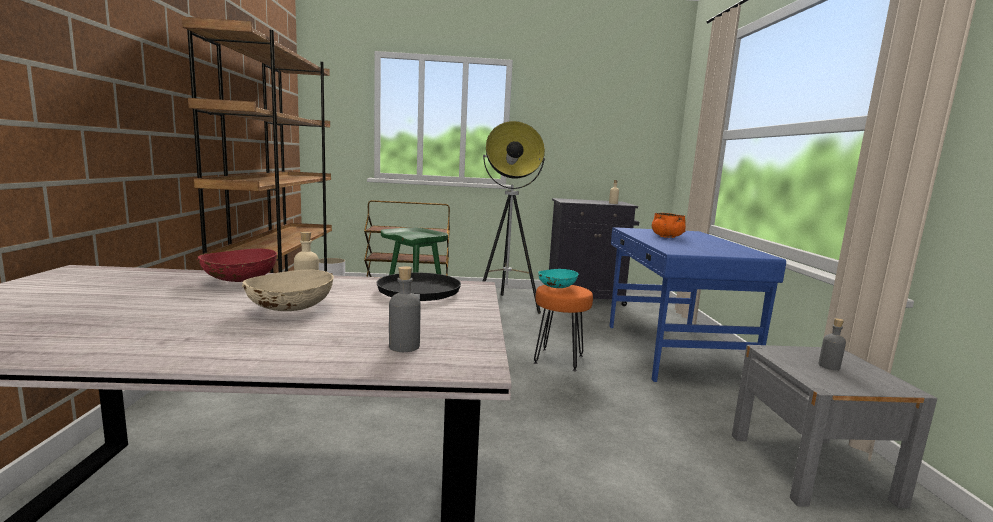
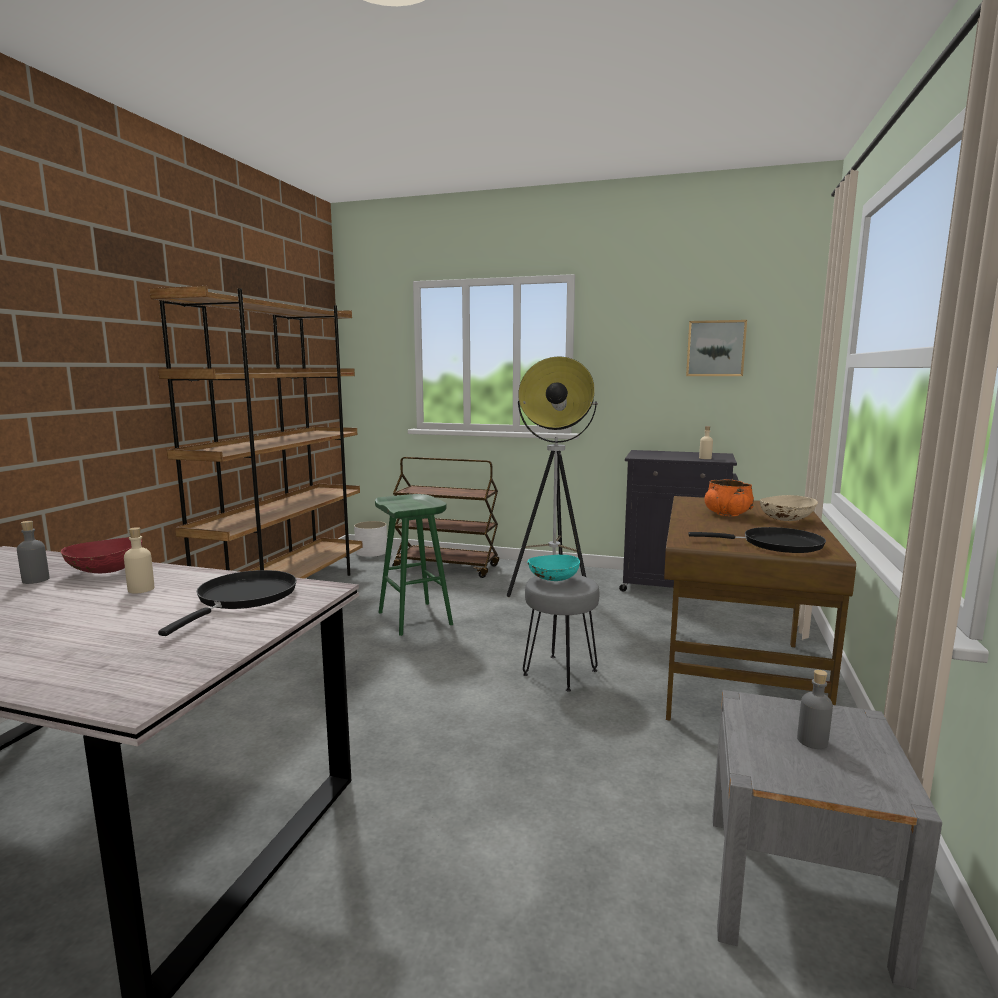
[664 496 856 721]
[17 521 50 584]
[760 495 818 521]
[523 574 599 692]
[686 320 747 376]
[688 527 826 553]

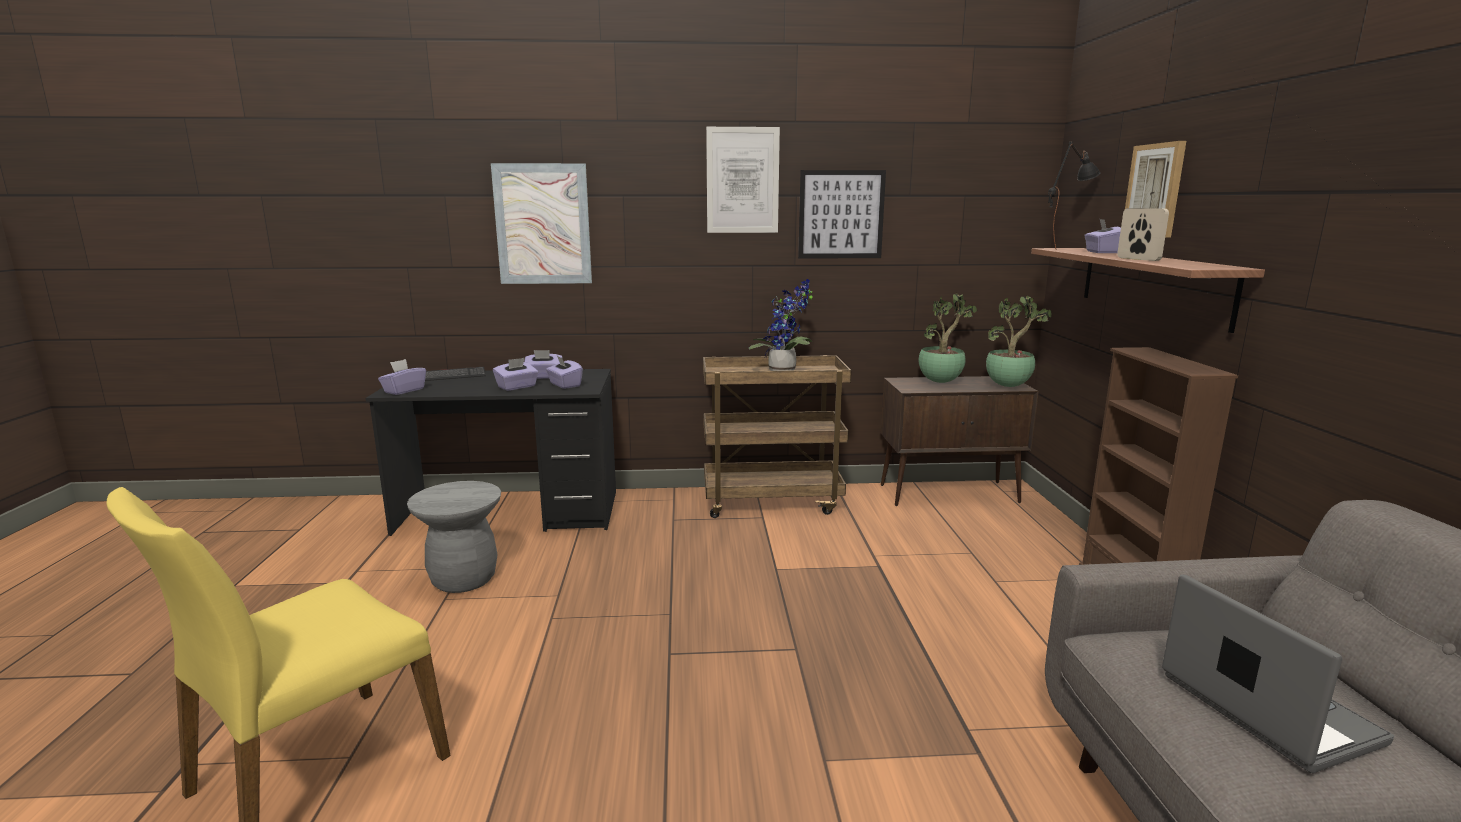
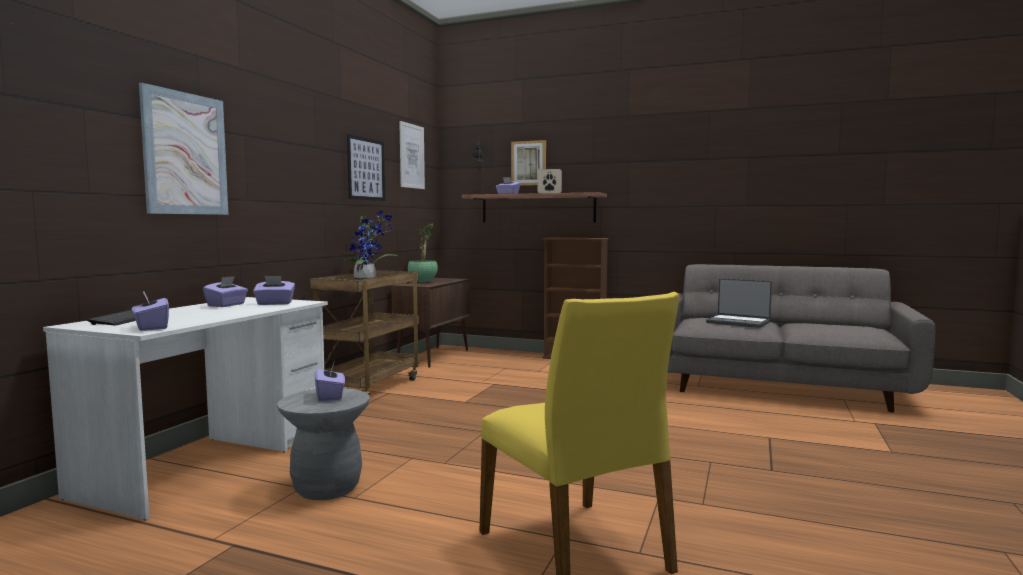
[399 121 425 189]
[986 295 1052 387] (first image)
[315 363 345 401]
[43 297 328 520]
[706 278 772 328]

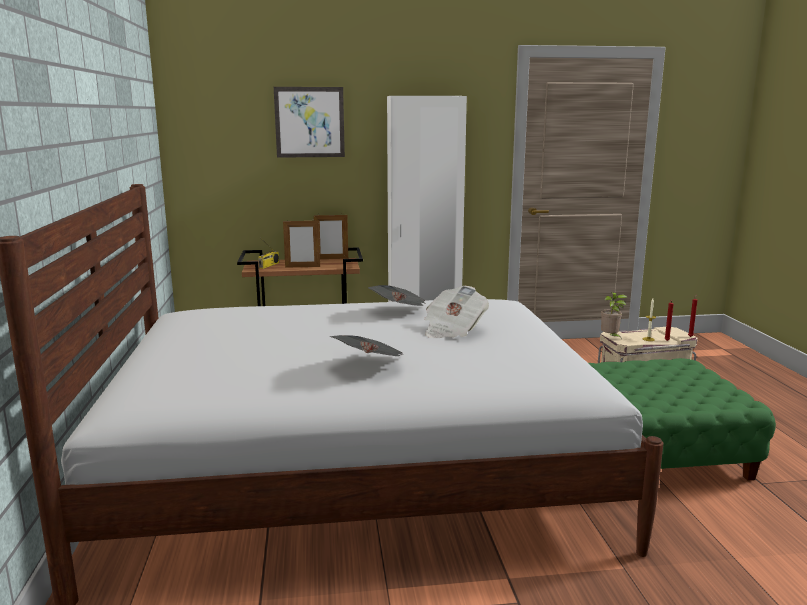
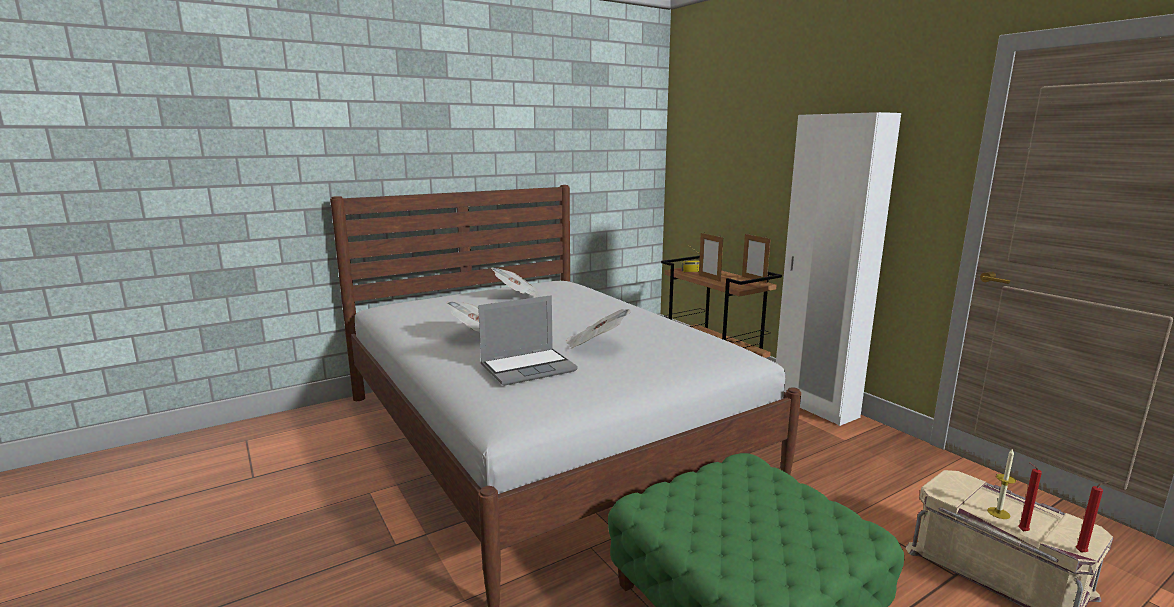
[274 87 345 158] (first image)
[491 268 540 297]
[601 292 627 339] (first image)
[478 295 578 386]

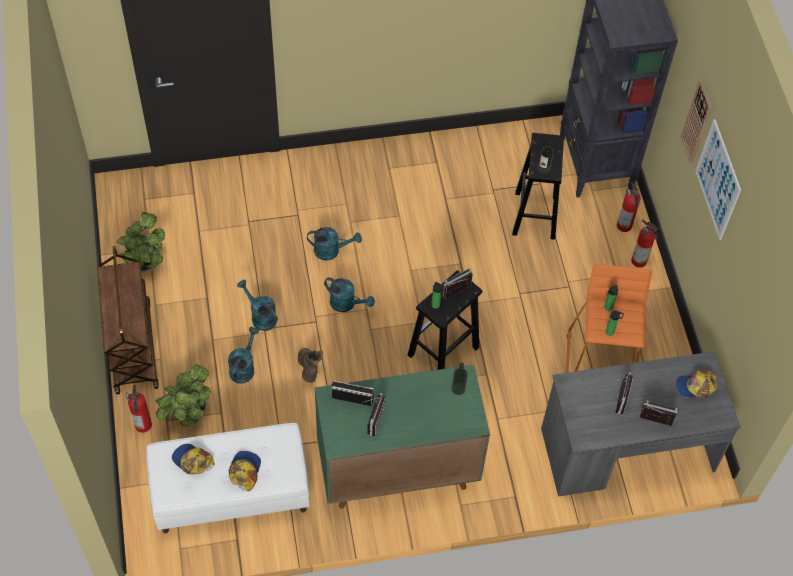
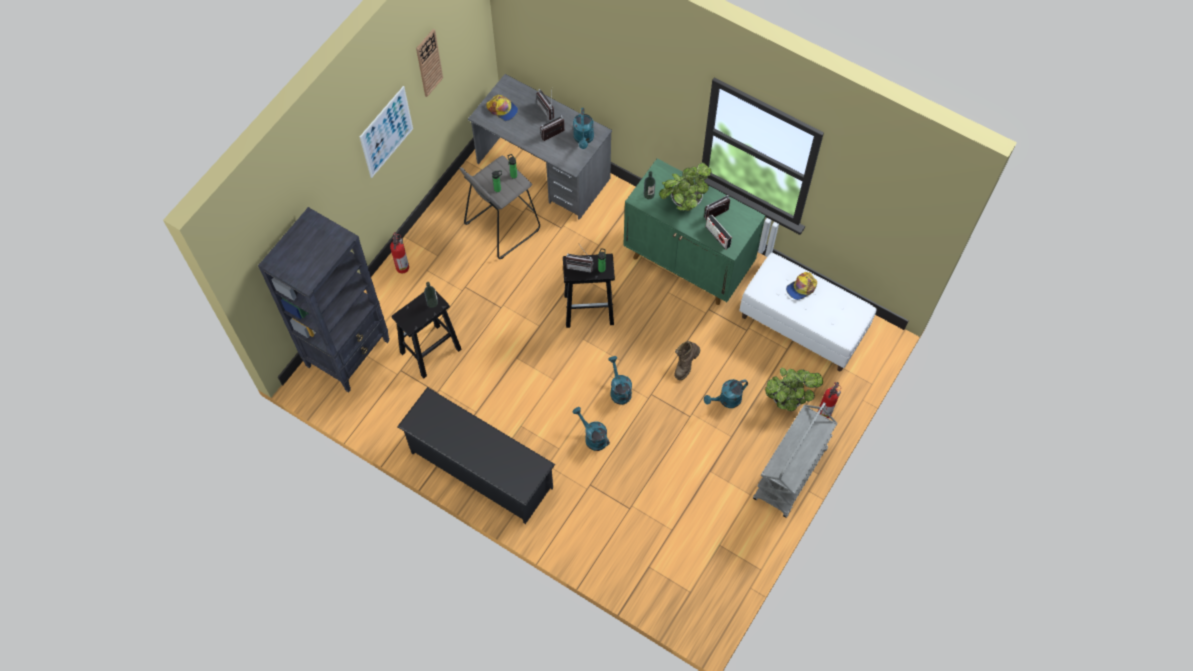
[416 29 443 97]
[617 182 640 232] (first image)
[659 163 712 211]
[753 402 837 518]
[460 155 540 259]
[573 108 594 149]
[172 444 215 475] (first image)
[397 387 555 524]

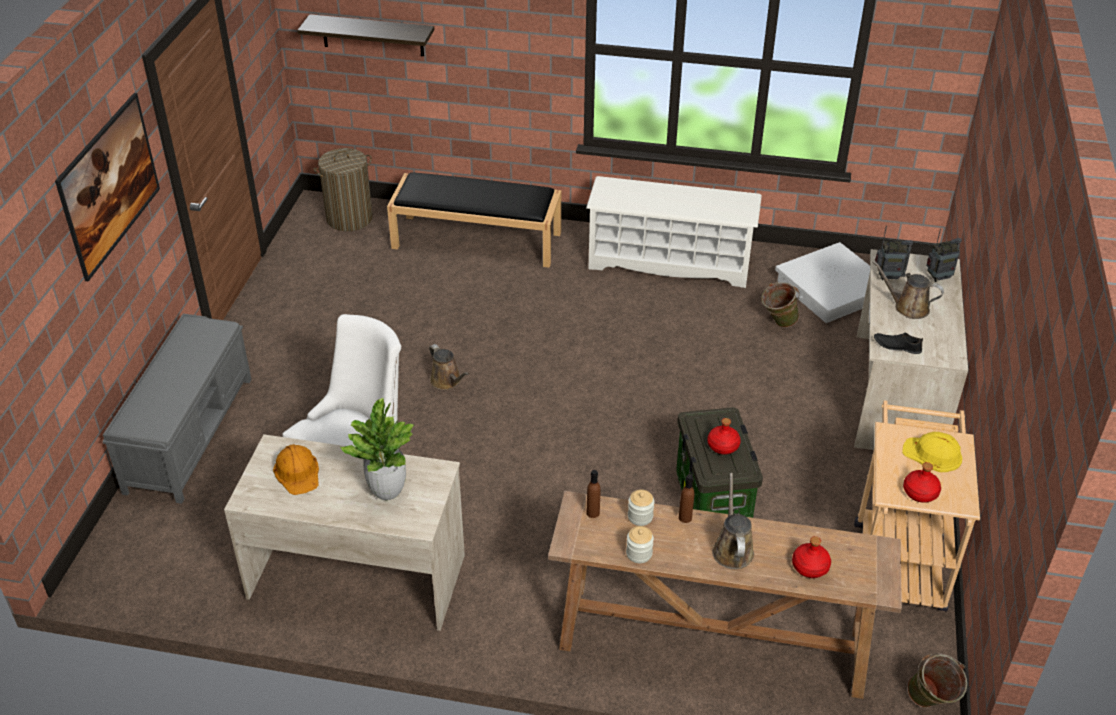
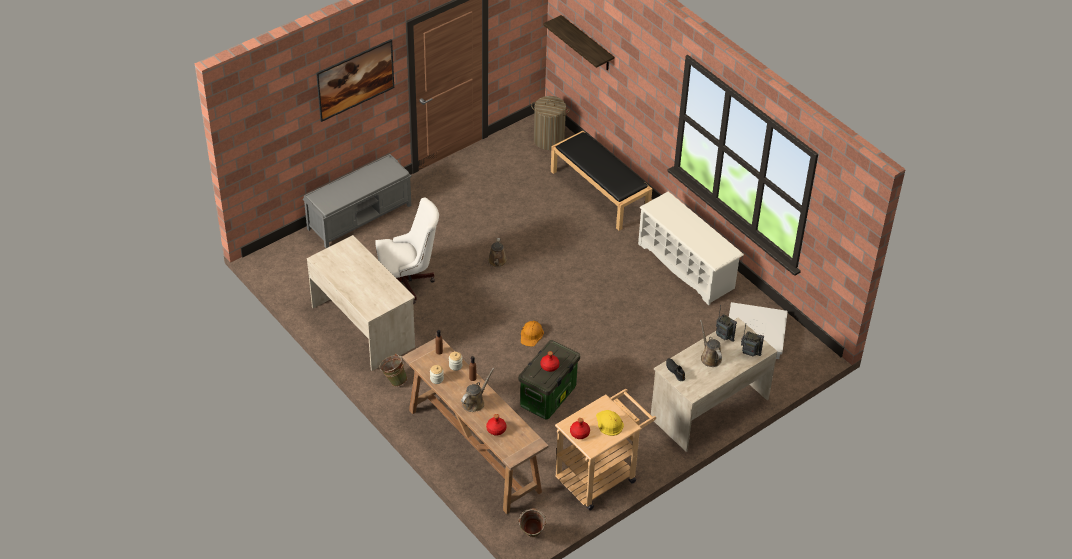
[379 354 407 387]
[340 398 414 500] (first image)
[521 321 544 347]

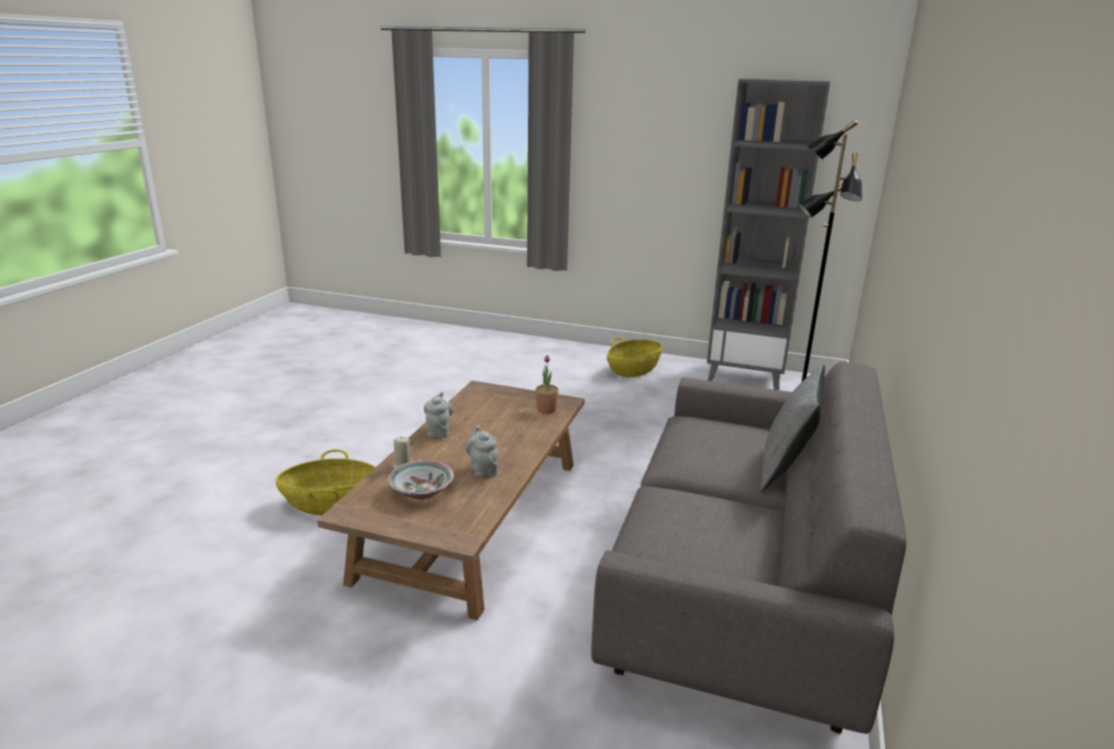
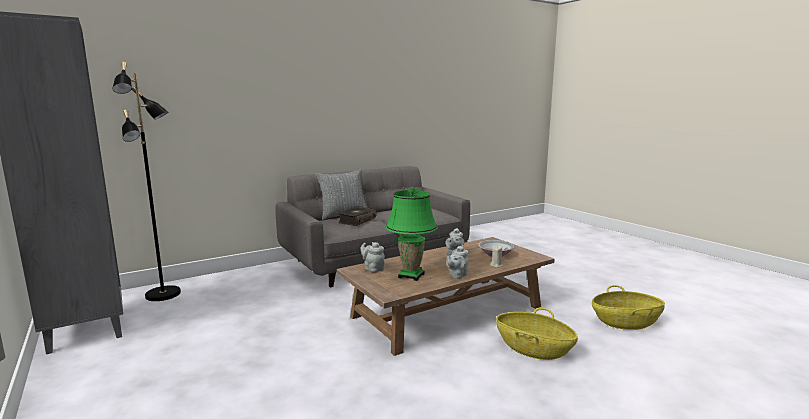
[592 285 665 330]
[360 242 385 272]
[386 187 438 281]
[338 206 376 226]

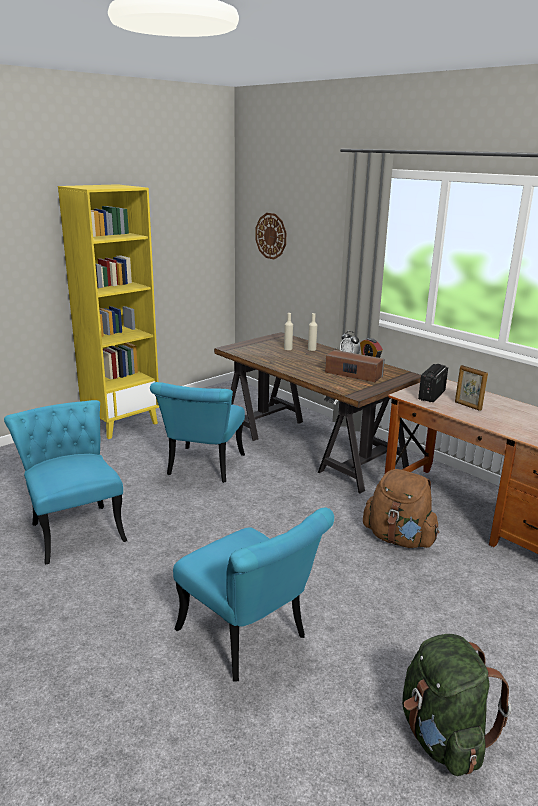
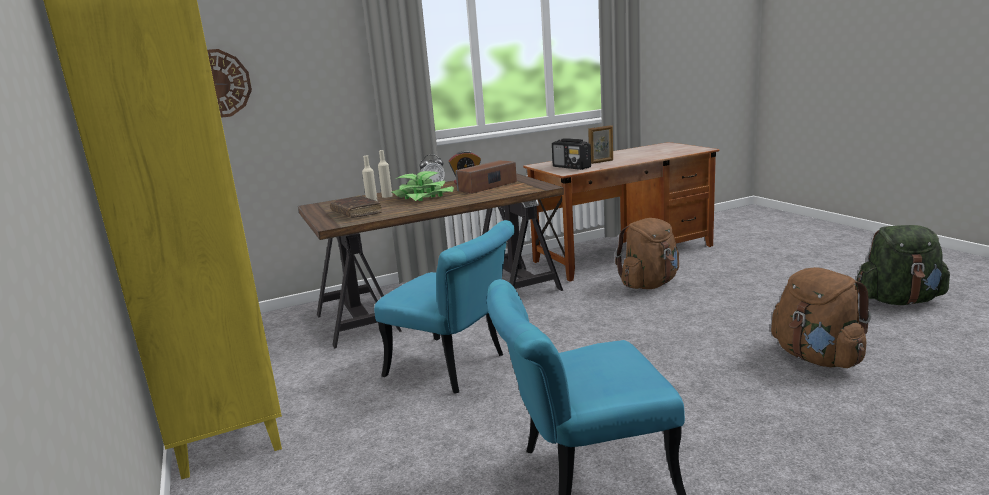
[771 267 871 368]
[392 171 454 201]
[330 196 382 218]

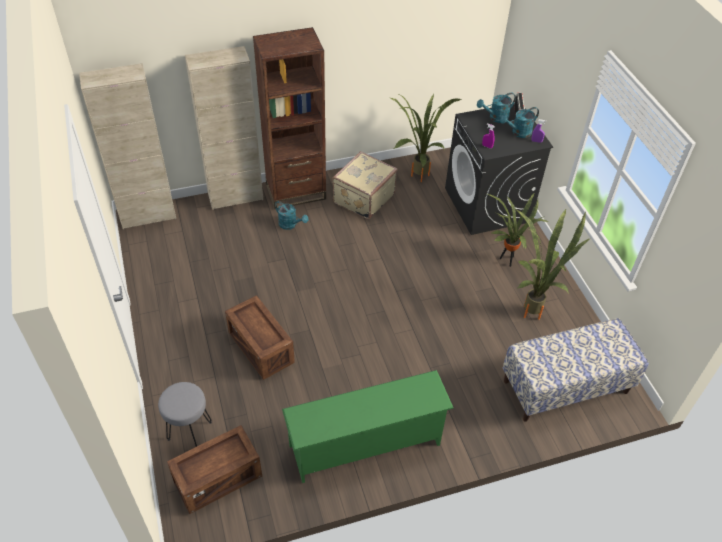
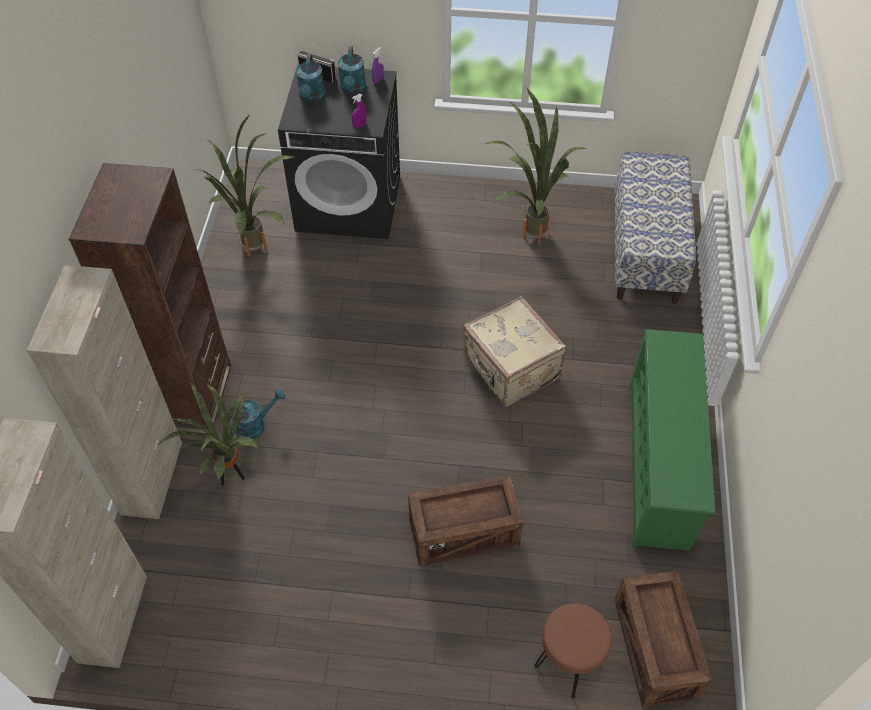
[463 296 566 407]
[158 382 259 486]
[534 603 612 699]

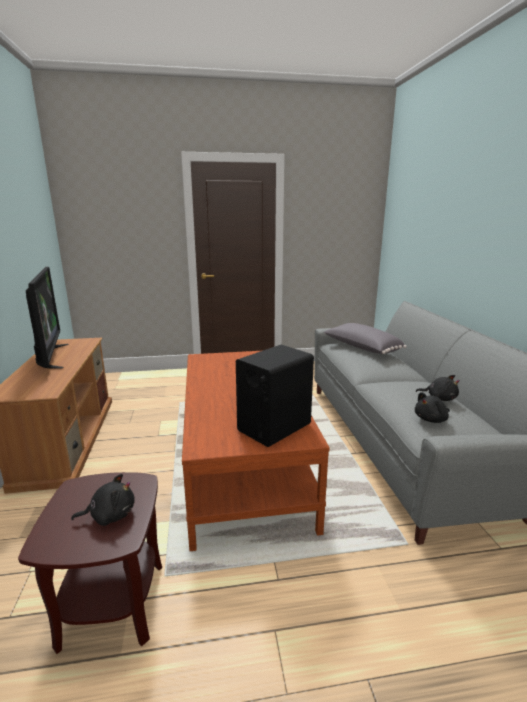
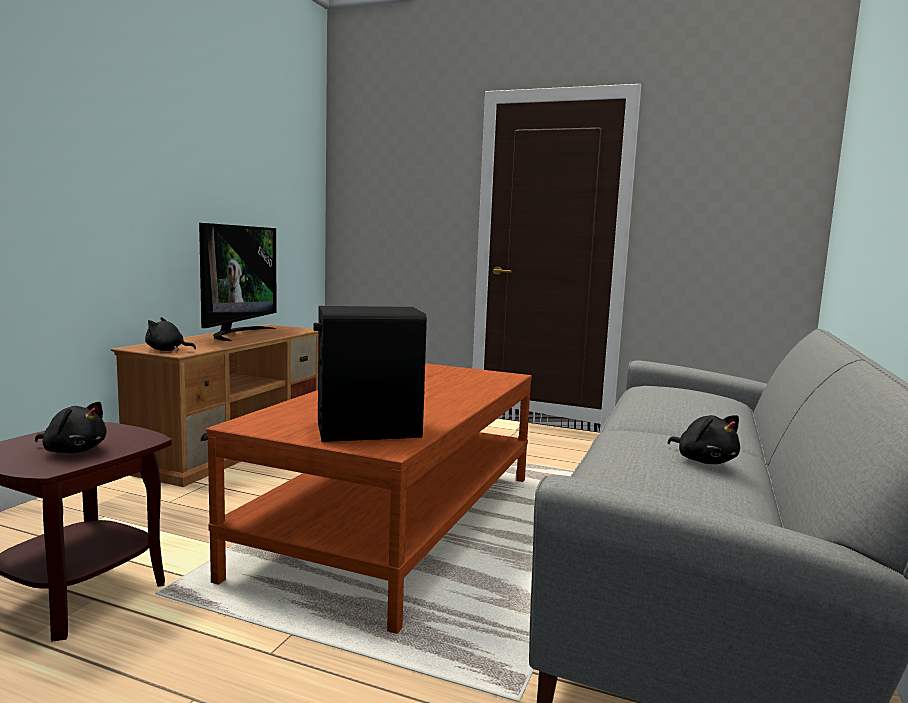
[324 323 407 354] (first image)
[145 317 196 351]

